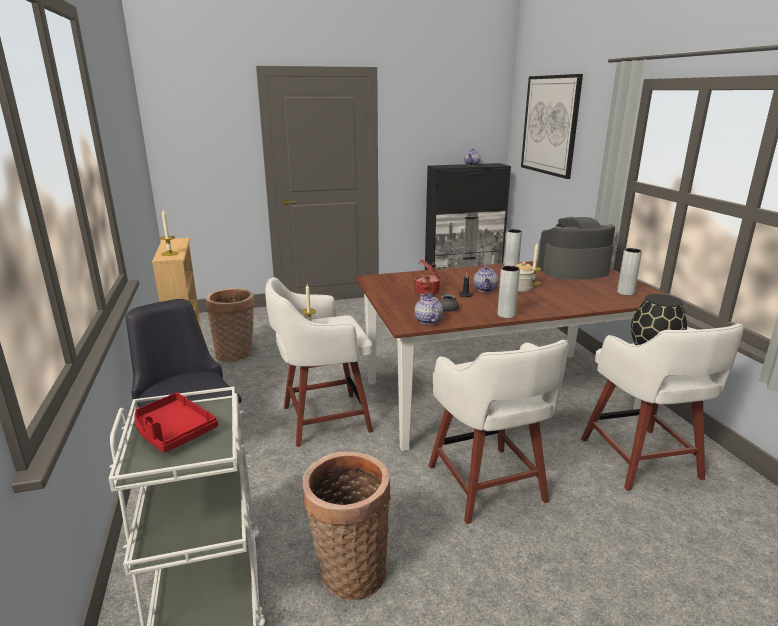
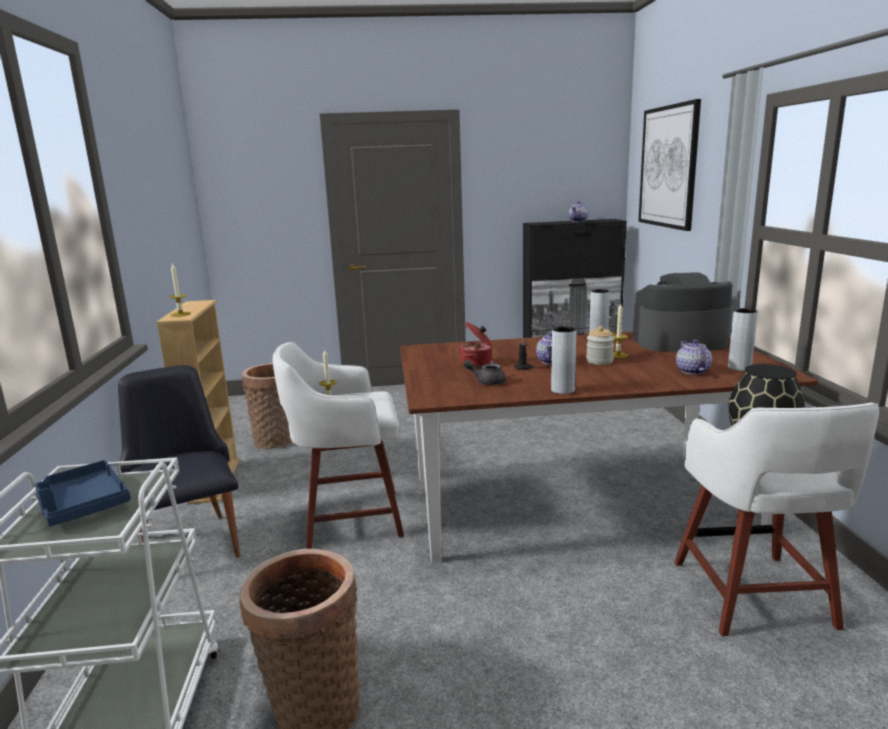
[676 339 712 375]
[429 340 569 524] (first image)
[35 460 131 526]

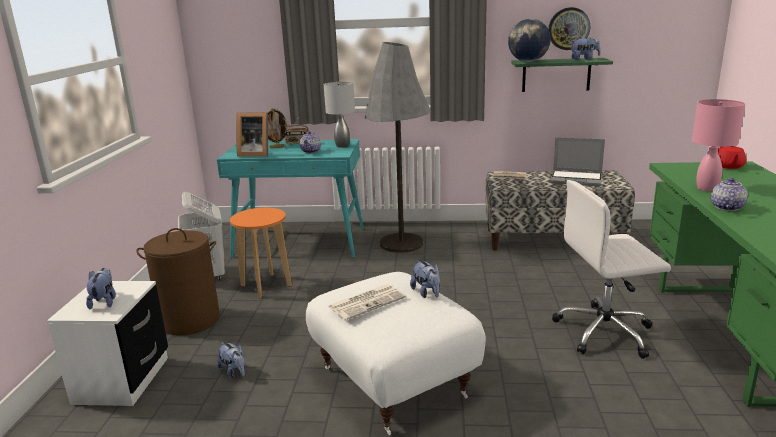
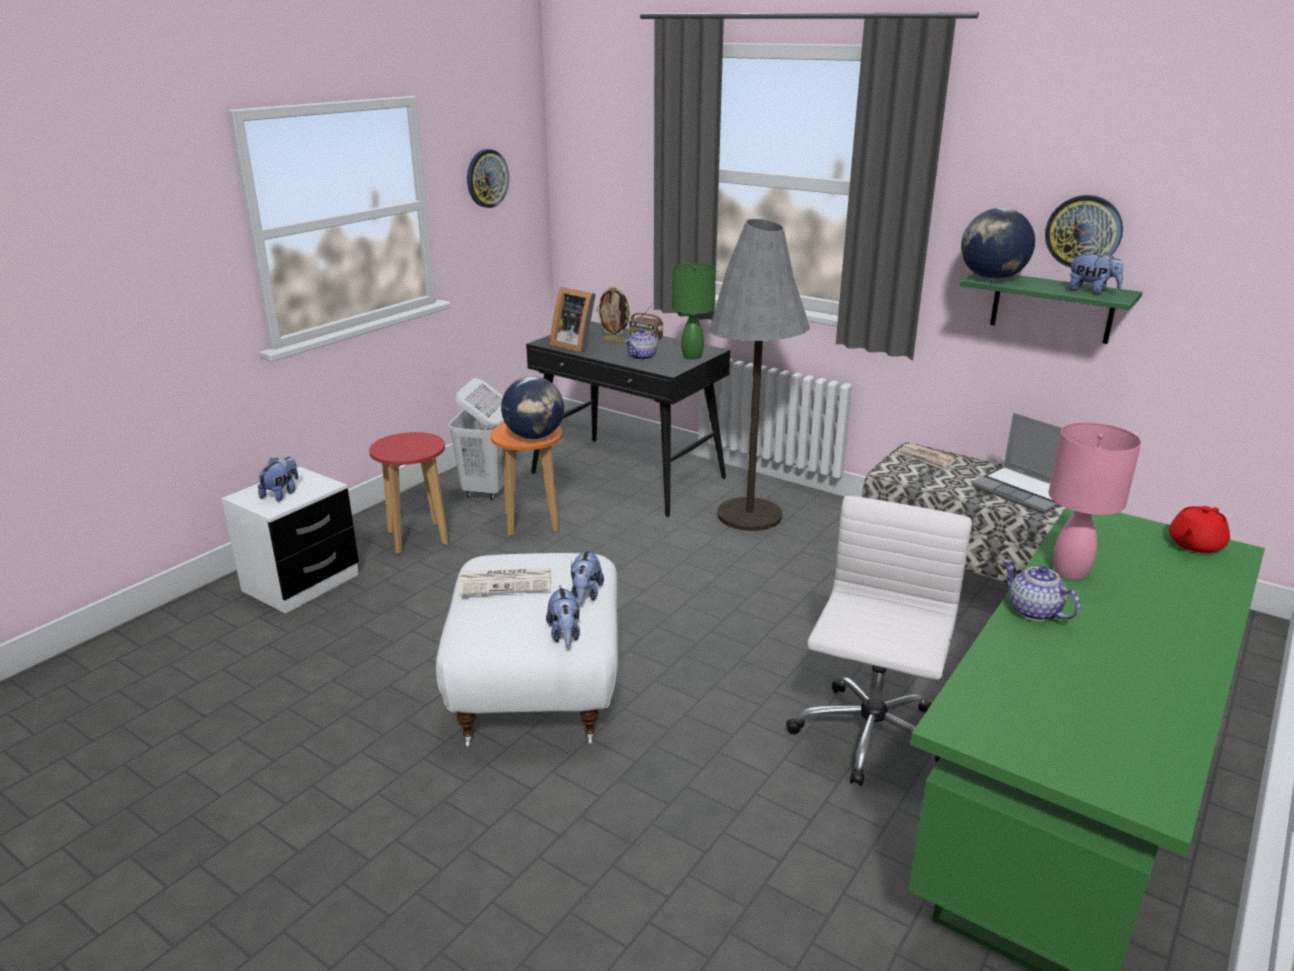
[672 263 716 360]
[526 321 730 517]
[1003 560 1080 621]
[786 496 972 786]
[369 432 449 554]
[546 585 580 646]
[467 149 509 208]
[501 376 564 439]

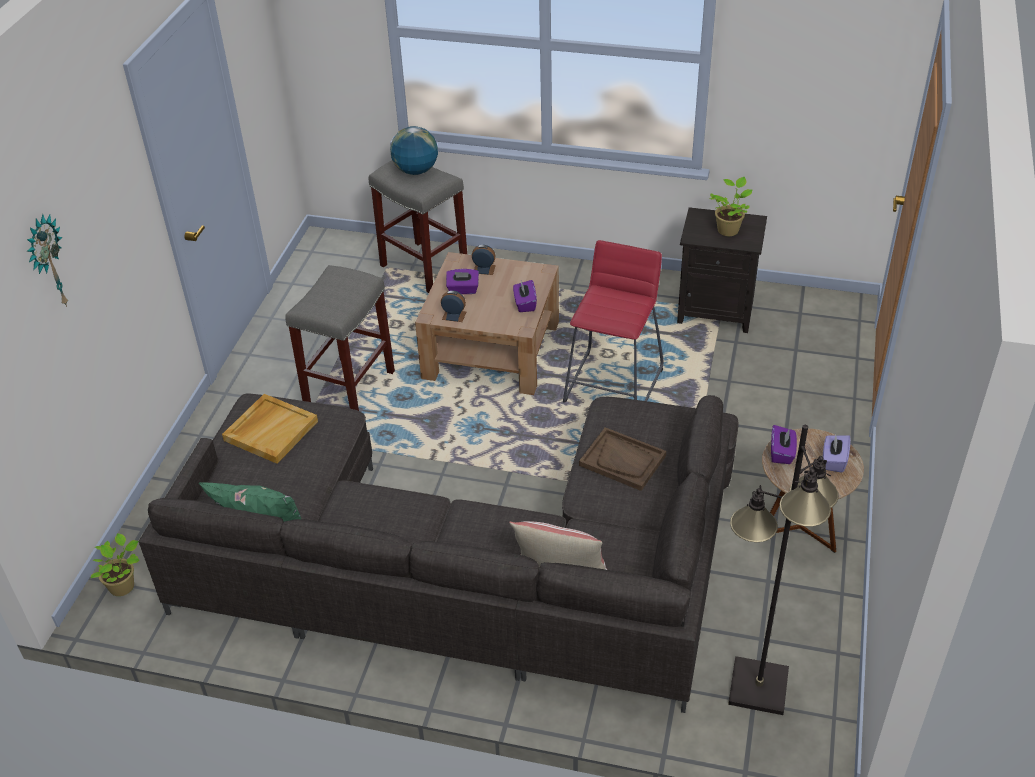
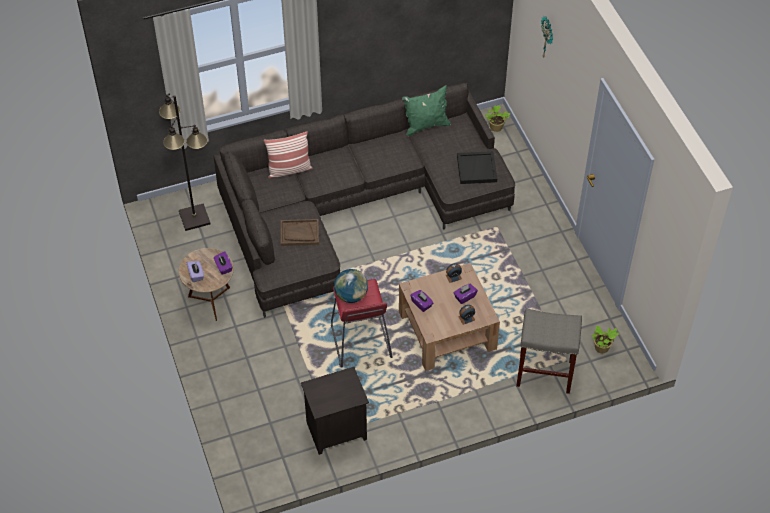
[334 269 368 303]
[592 325 619 353]
[285 265 395 411] (first image)
[457 151 497 184]

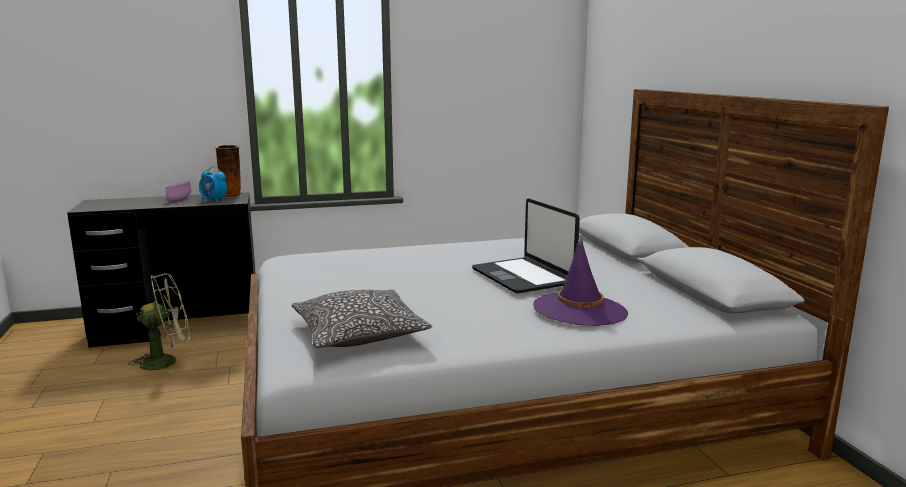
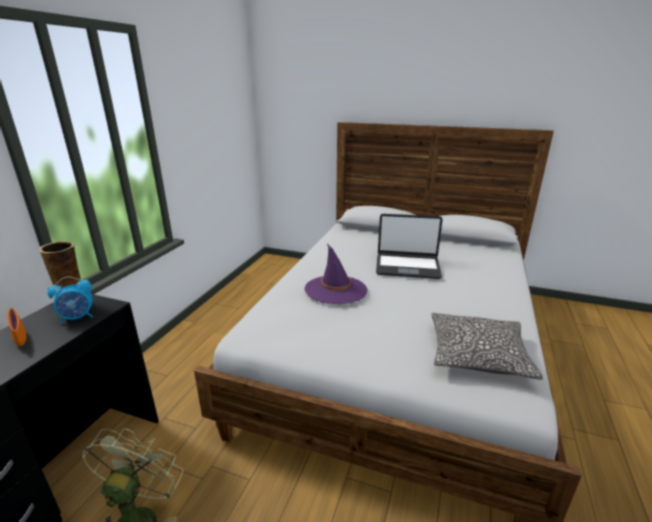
[8 308 26 346]
[305 244 368 304]

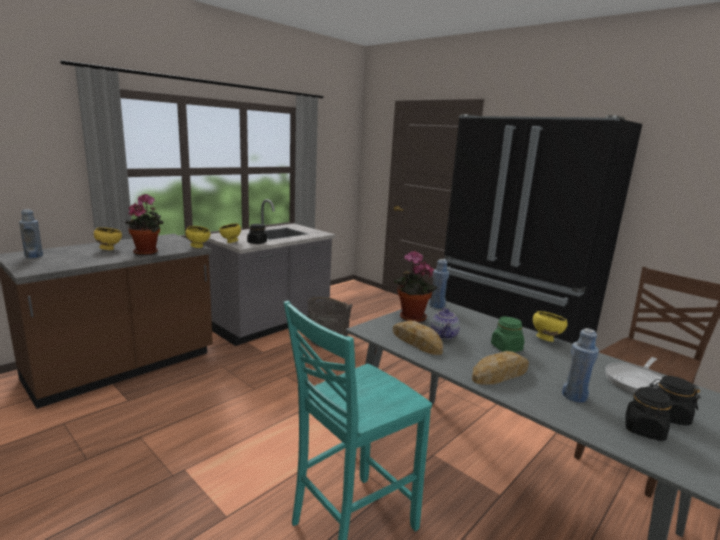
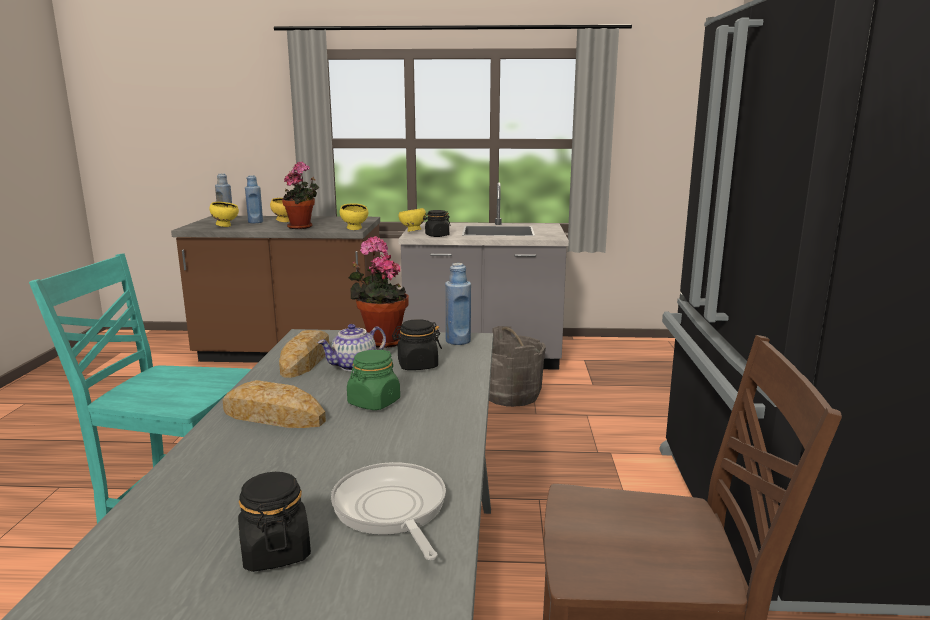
[210 202 239 227]
[245 175 263 223]
[331 462 446 560]
[392 319 442 370]

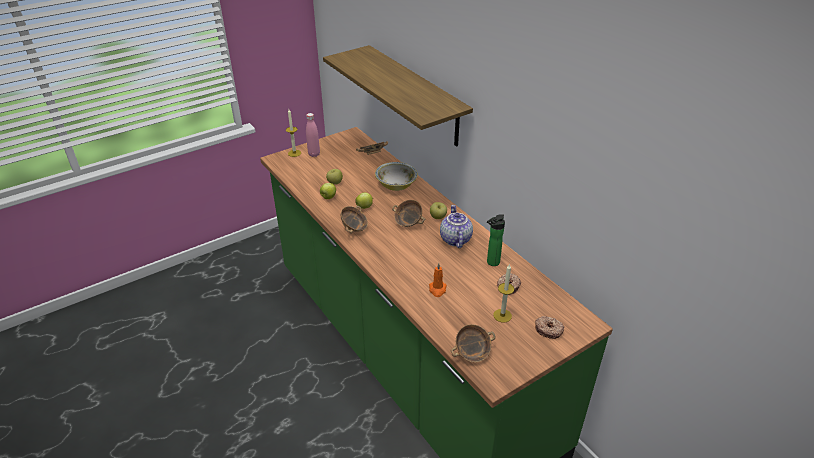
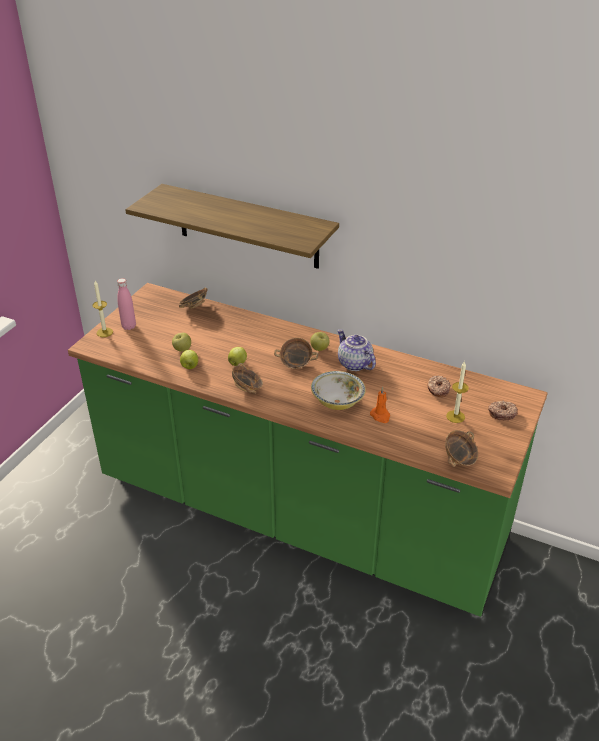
[311 371 366 410]
[487 214 505 266] (first image)

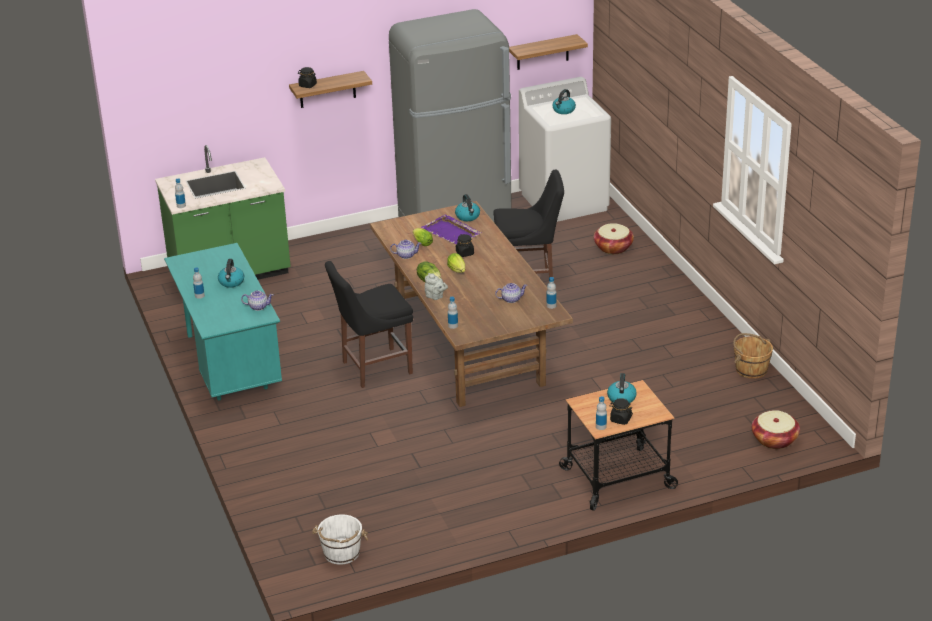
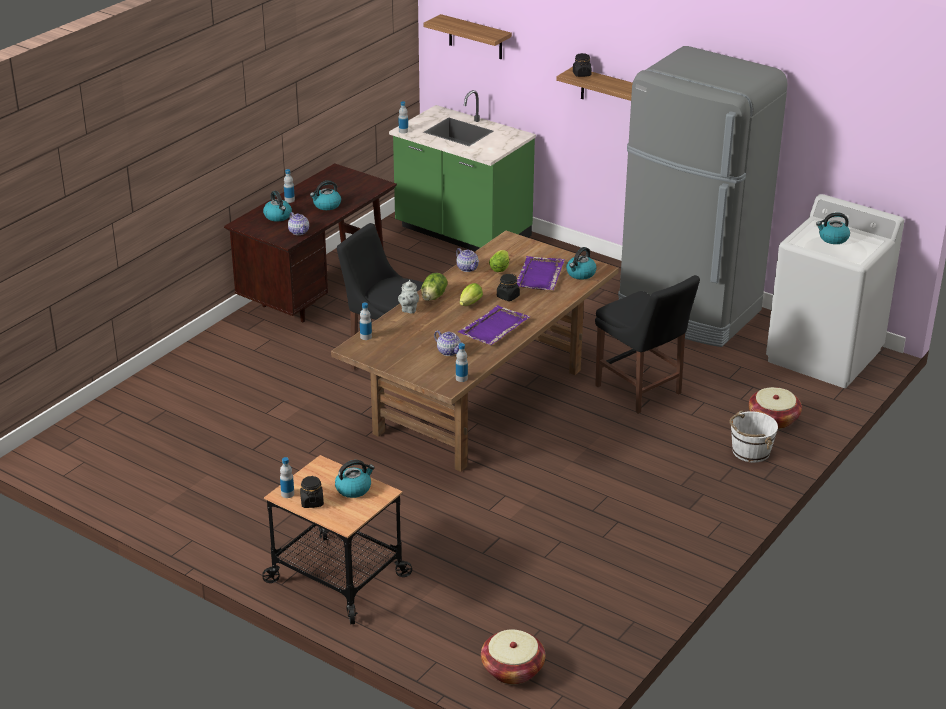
[423 14 512 59]
[224 163 397 322]
[733 333 773 379] (first image)
[729 411 778 463]
[263 191 292 222]
[458 305 530 345]

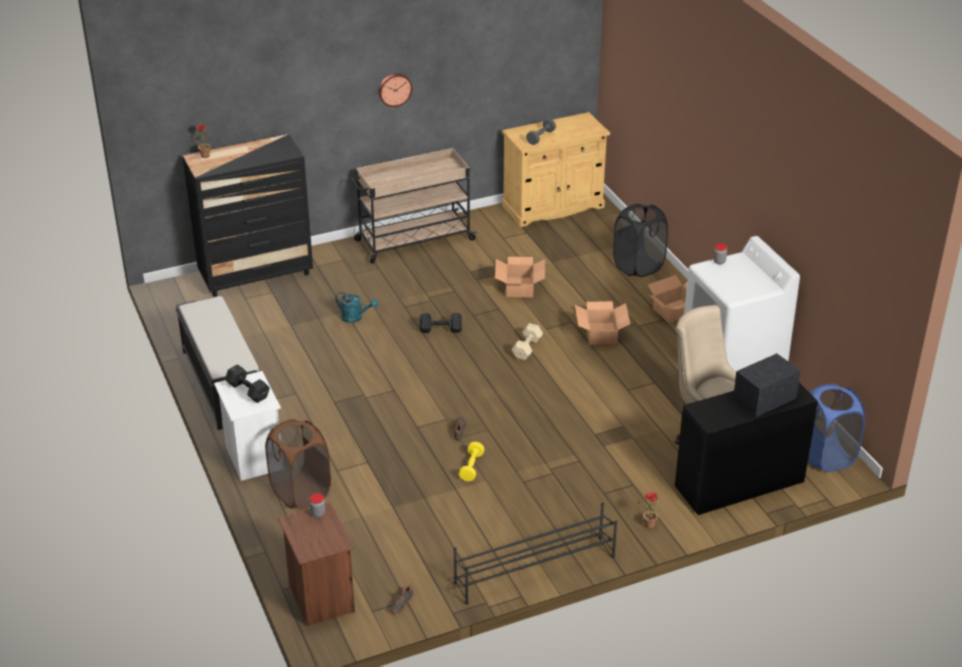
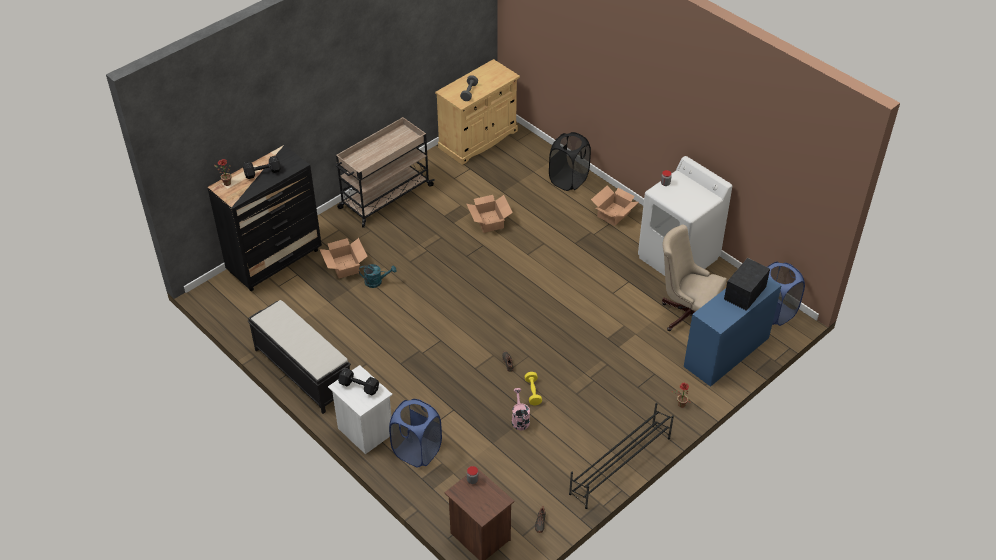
[378 73 412 107] (first image)
[320 238 368 279]
[243 156 281 179]
[511 323 543 360] (first image)
[684 277 782 387]
[389 399 442 467]
[512 388 530 430]

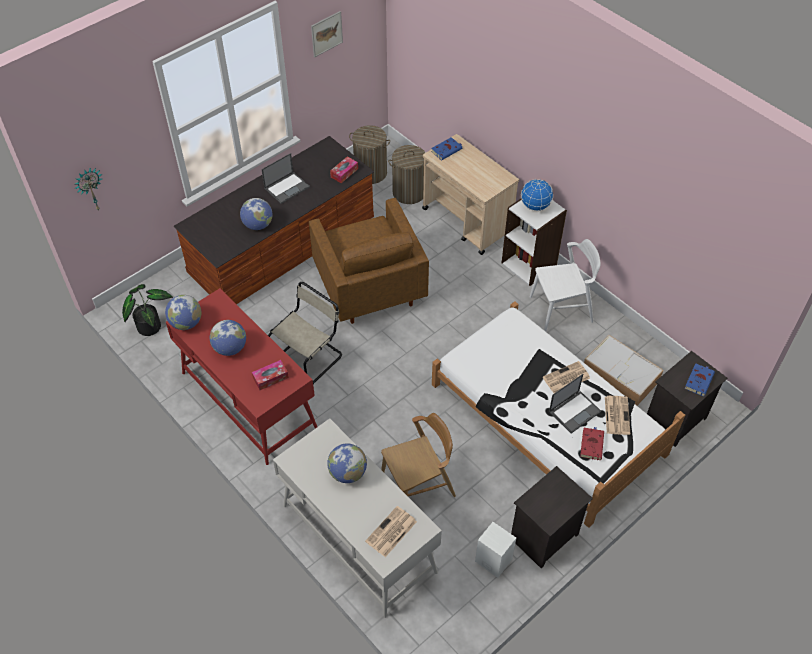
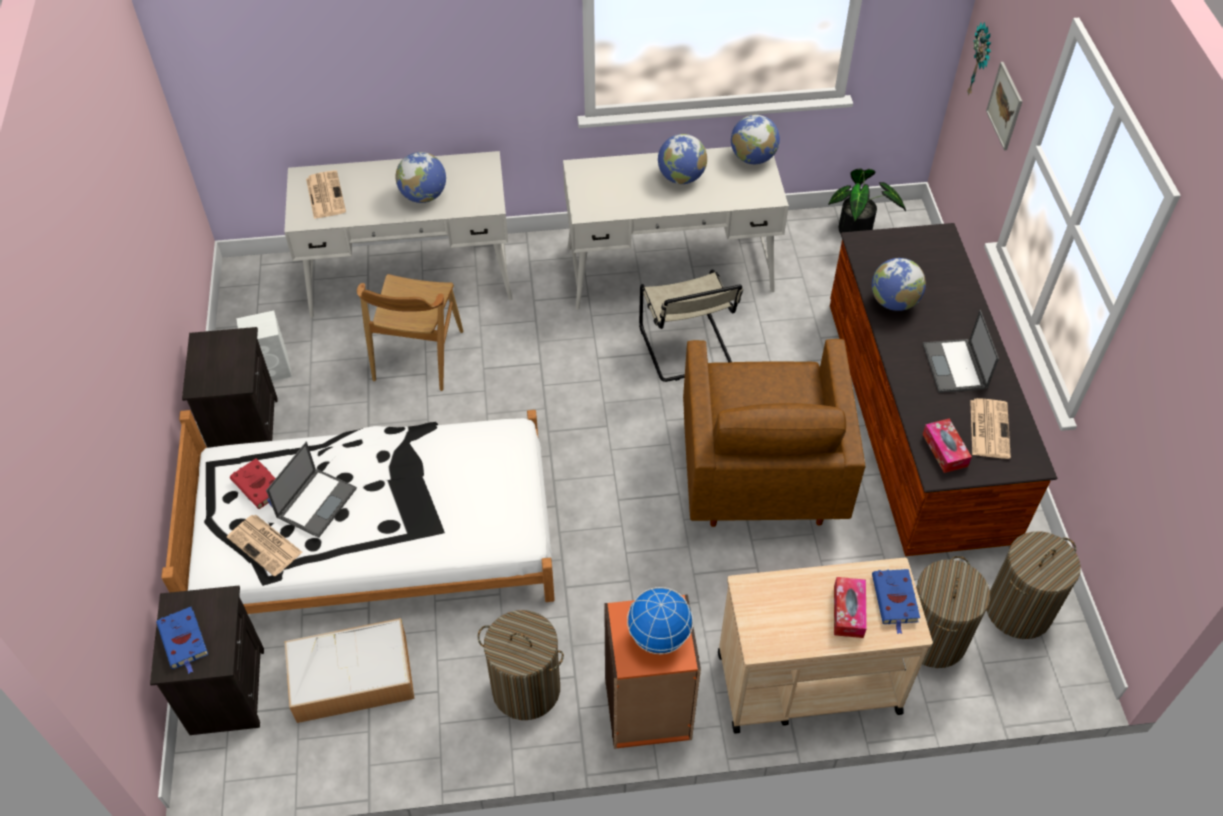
[986 62 1023 150]
[683 339 865 527]
[604 594 701 749]
[478 610 564 720]
[563 147 789 309]
[834 577 867 638]
[970 398 1011 459]
[266 442 357 538]

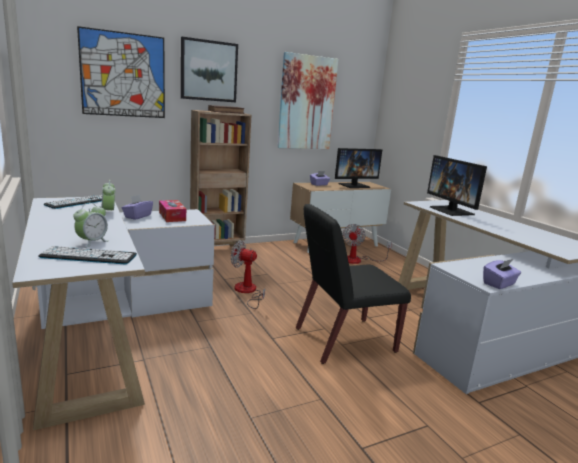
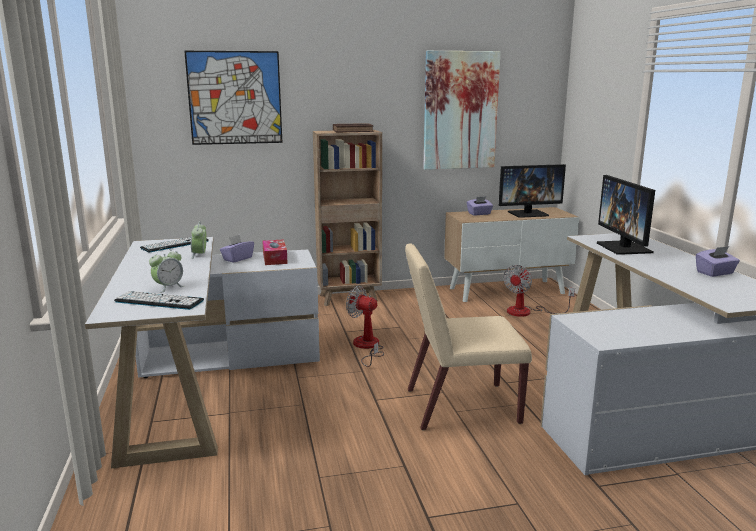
[181 37 238 102] (first image)
[405 244 532 431]
[696 246 740 277]

